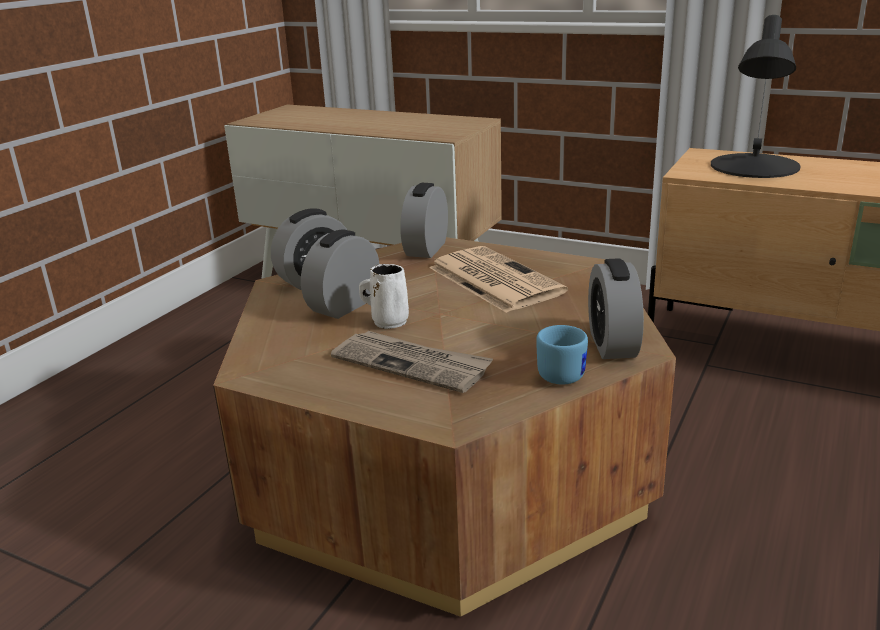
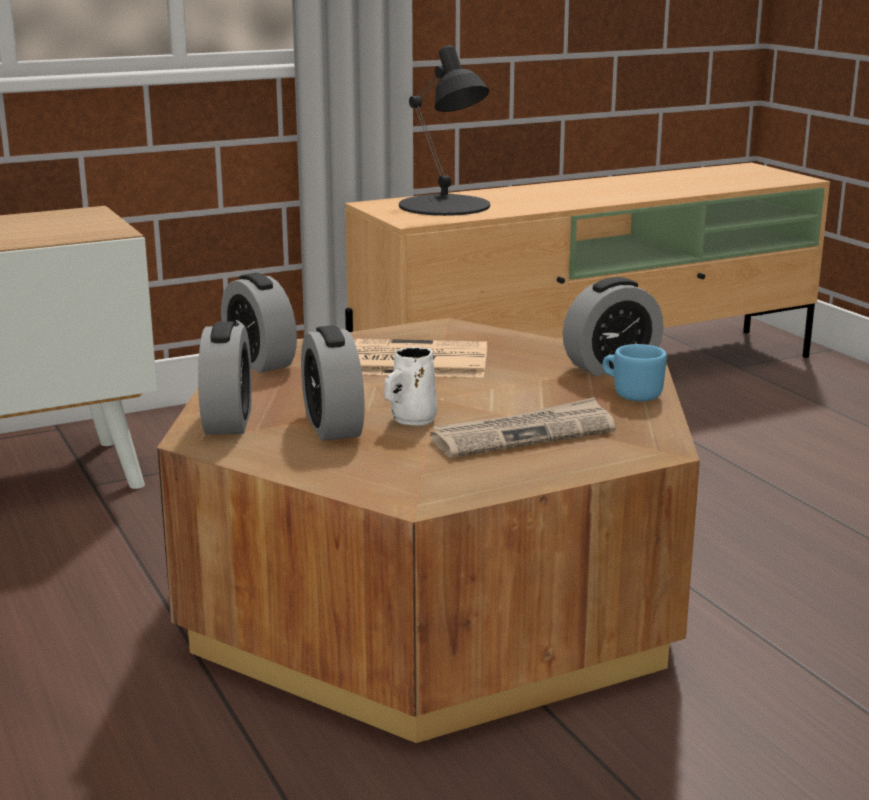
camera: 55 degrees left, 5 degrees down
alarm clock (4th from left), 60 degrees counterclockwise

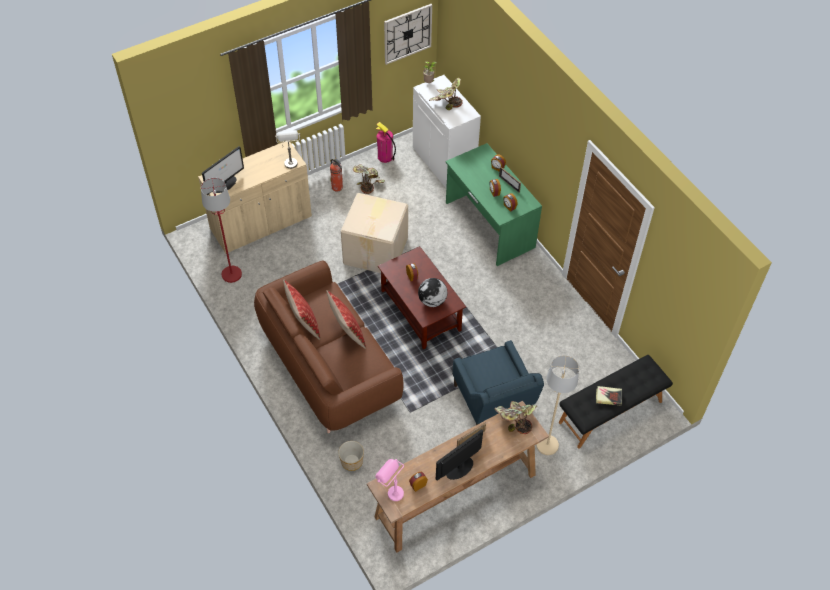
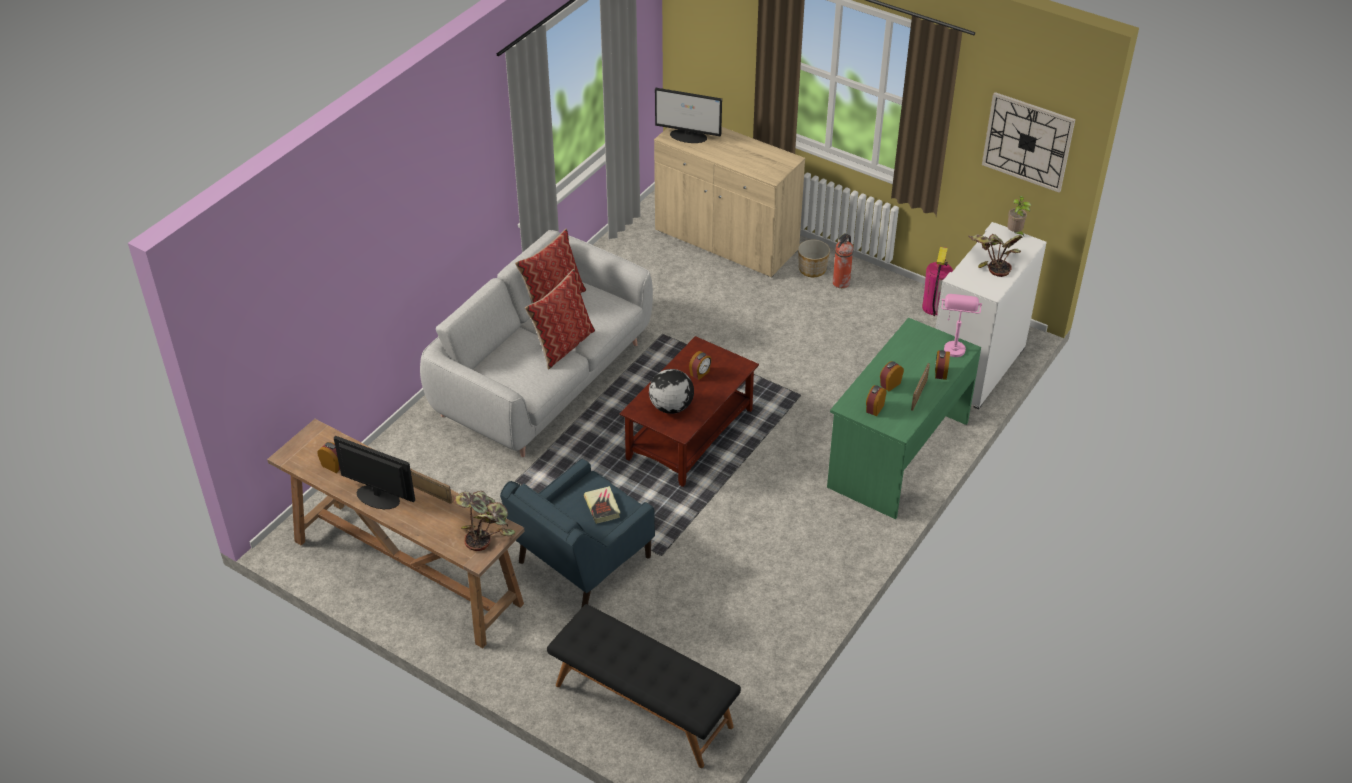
camera: 65 degrees right, 10 degrees down
red floor lamp => nothing
grey table lamp => nothing
cardboard box => nothing
potted plant (1st from left) => nothing
beige floor lamp => nothing
planter, moved
pink table lamp, moved
book, moved
brown sofa => grey sofa

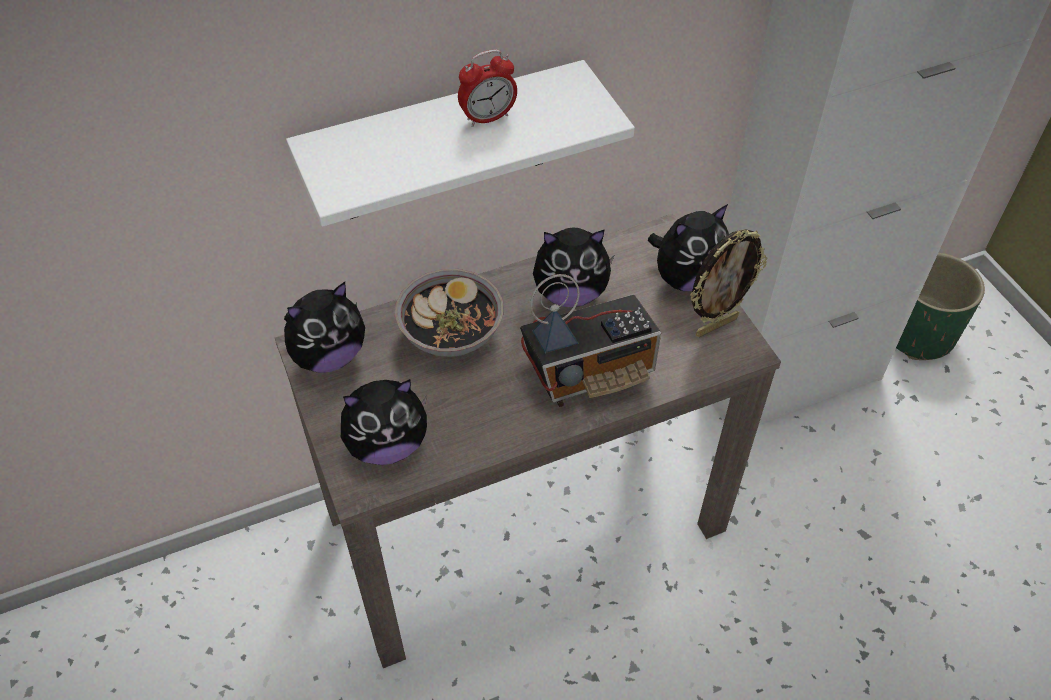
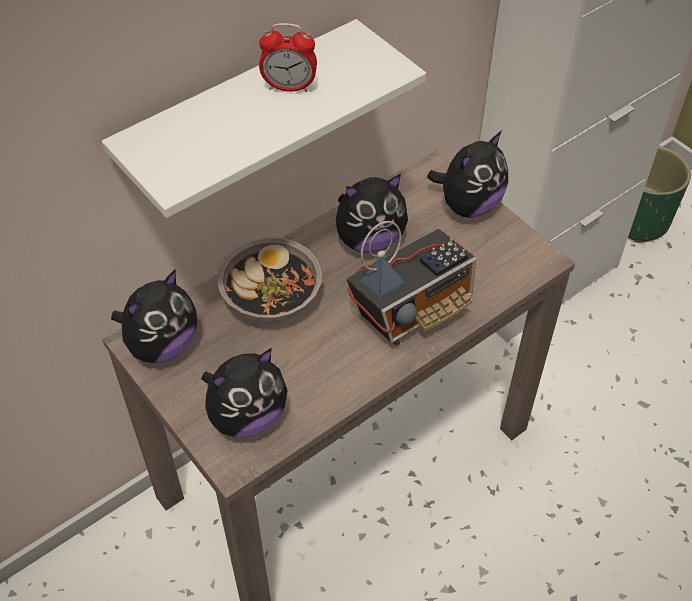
camera: 15 degrees left, 0 degrees up
picture frame => nothing
alarm clock, 45 degrees clockwise

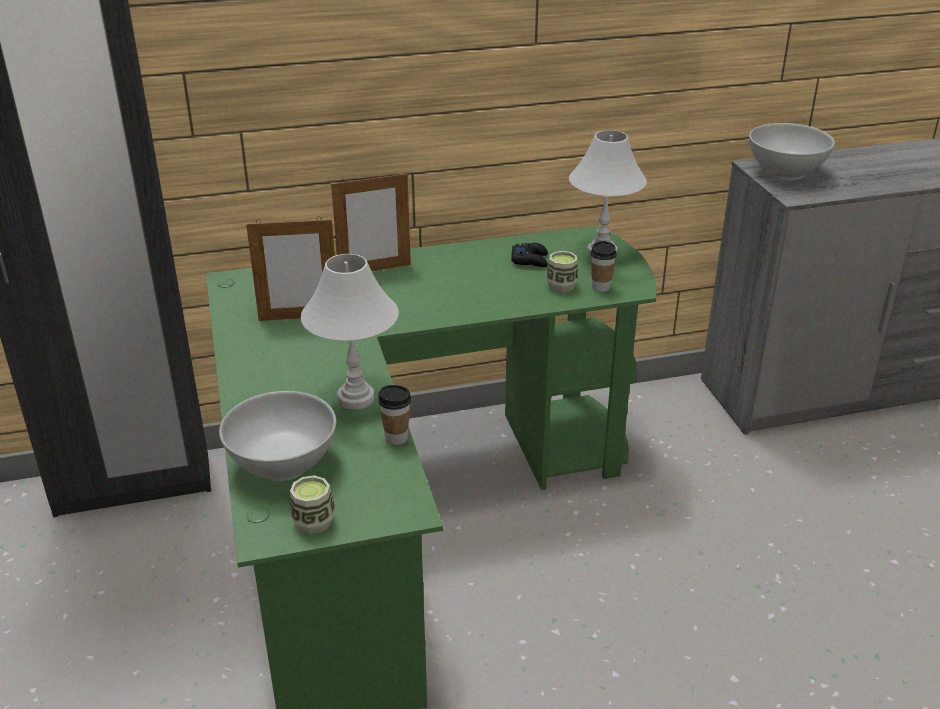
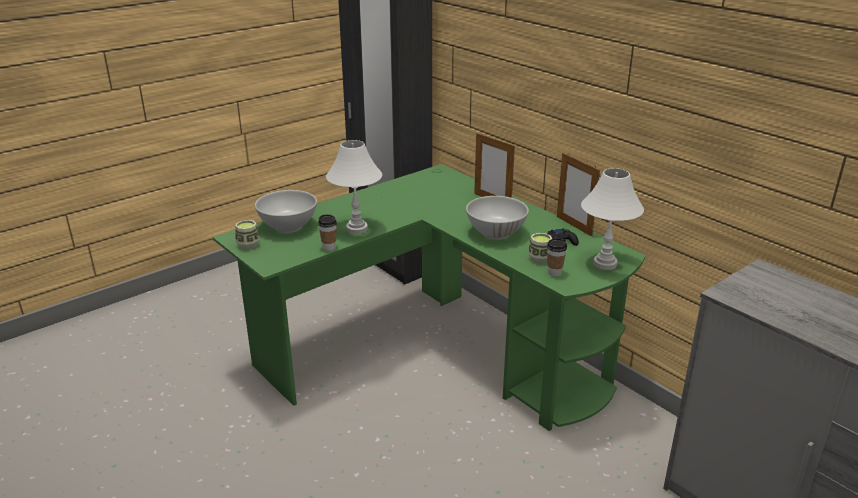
camera: 65 degrees right, 5 degrees down
picture frame (1st from left in the first image) => picture frame (2nd from left), moved
white bowl (2nd from left), moved

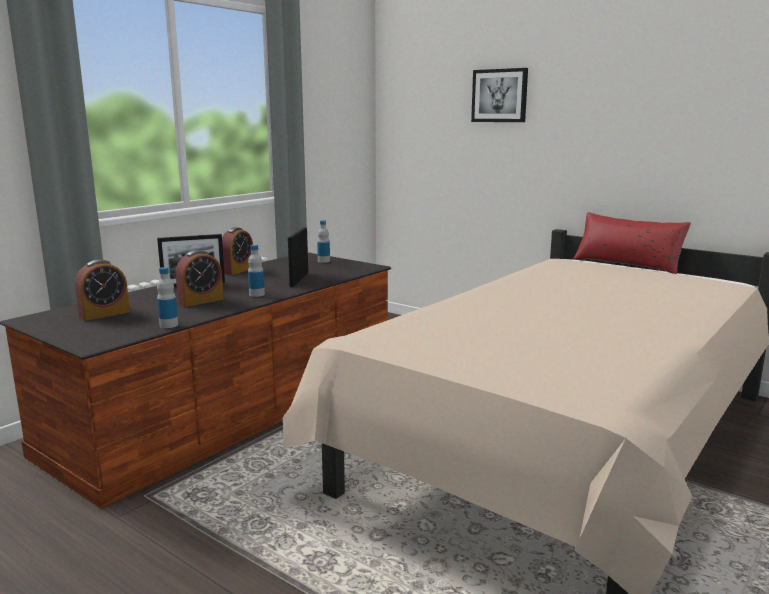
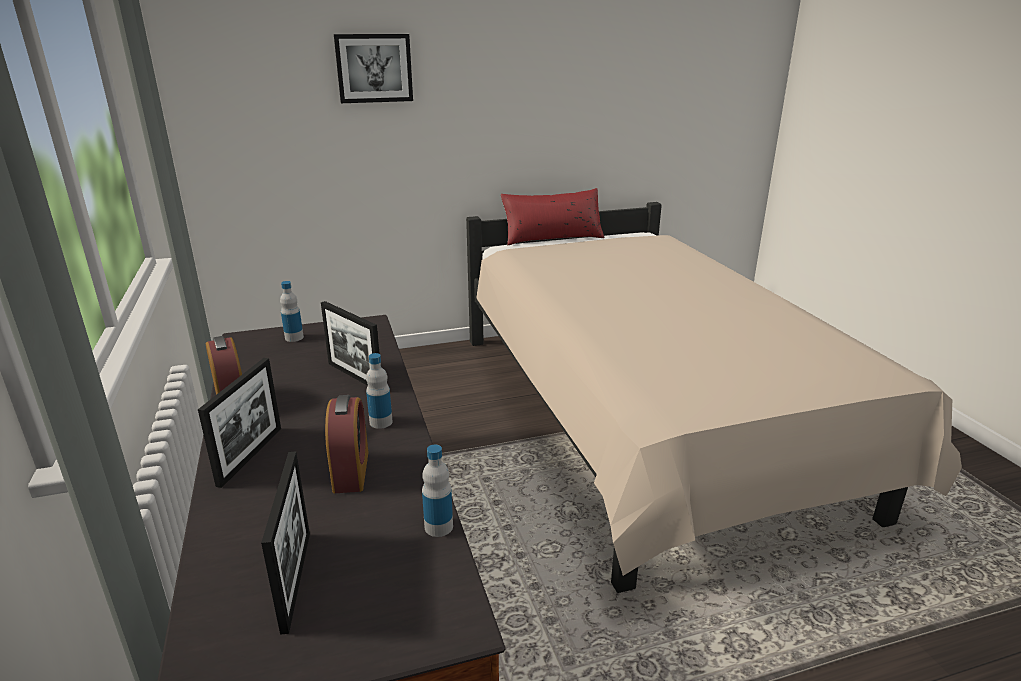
camera: 55 degrees left, 10 degrees up
alarm clock (1st from left) => picture frame (2nd from left)

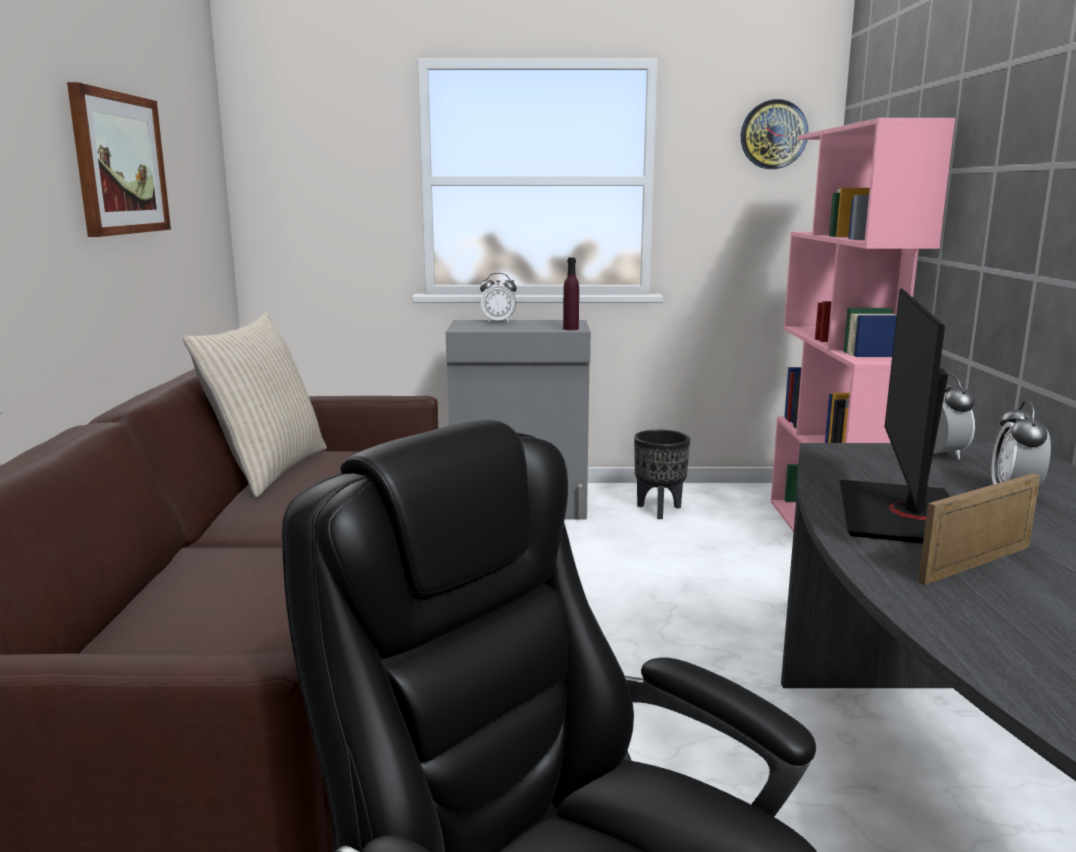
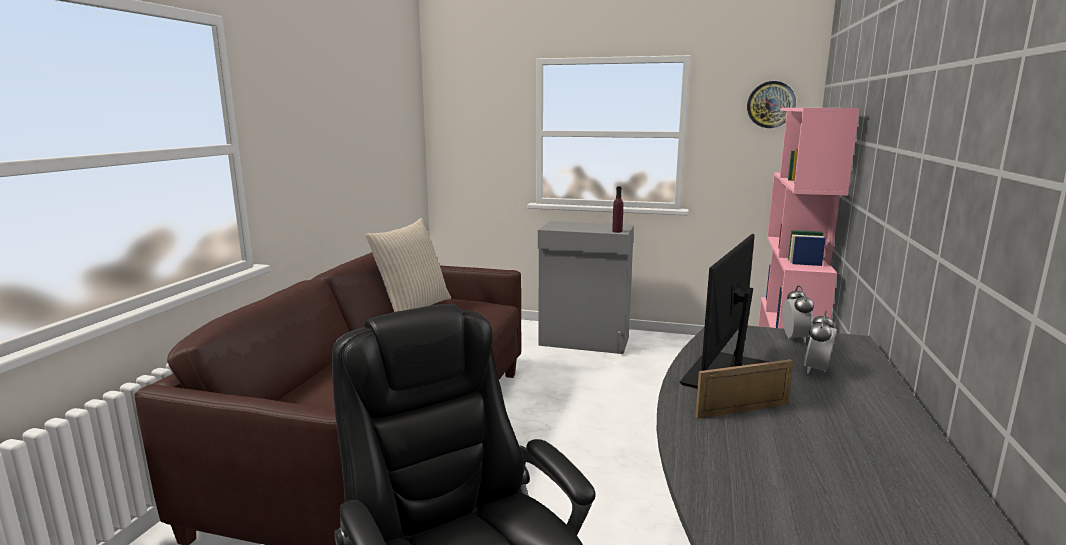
camera: 15 degrees right, 0 degrees up
picture => nothing
alarm clock (1st from left) => nothing
black planter => nothing

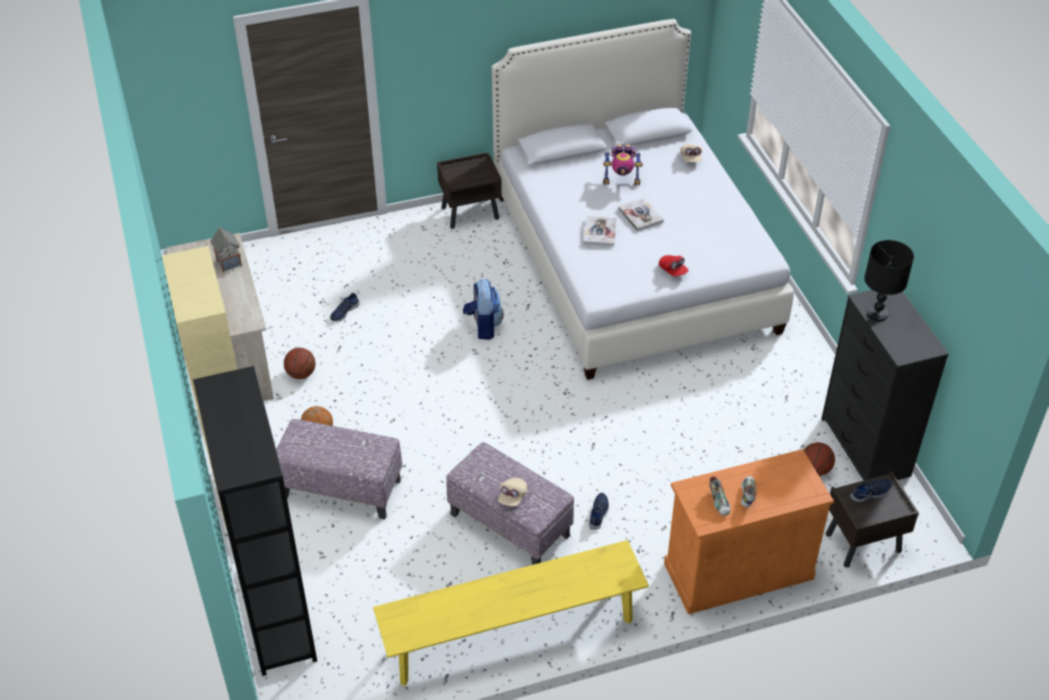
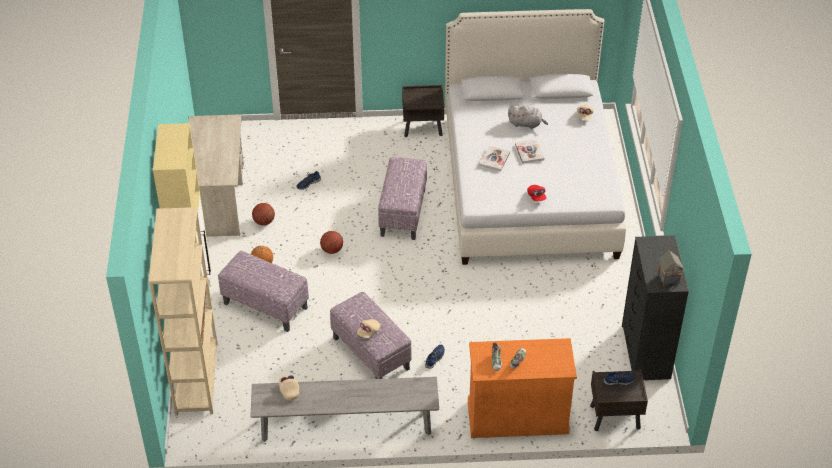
camera: 15 degrees right, 0 degrees up
black table lamp => nothing
nothing => beige cap (1st from left)
toy house, moved
basketball (3rd from left), moved
backpack => ottoman (3rd from left)
toy robot => grey plush toy
black bookcase => beige bookcase
yellow bench => grey bench

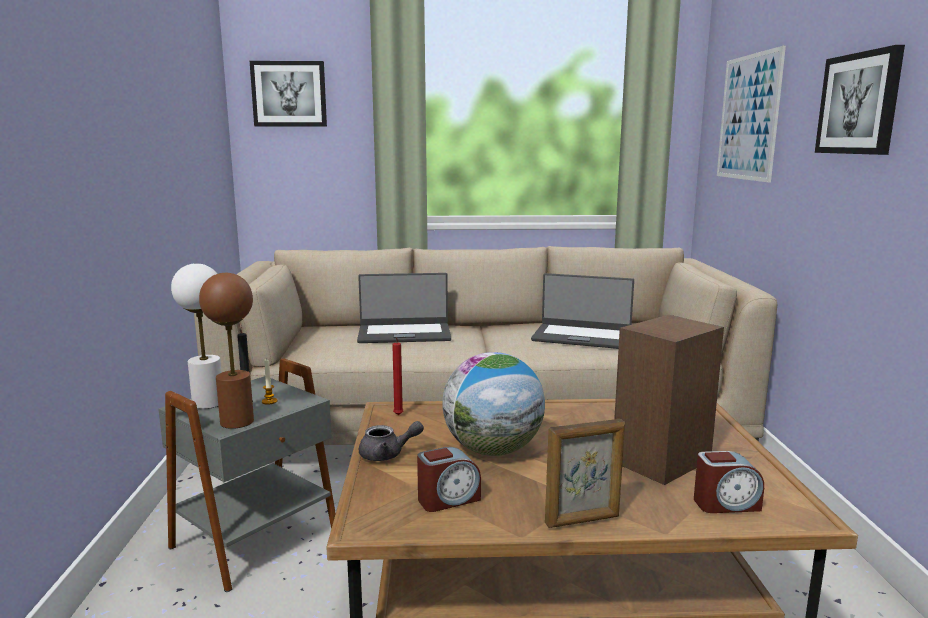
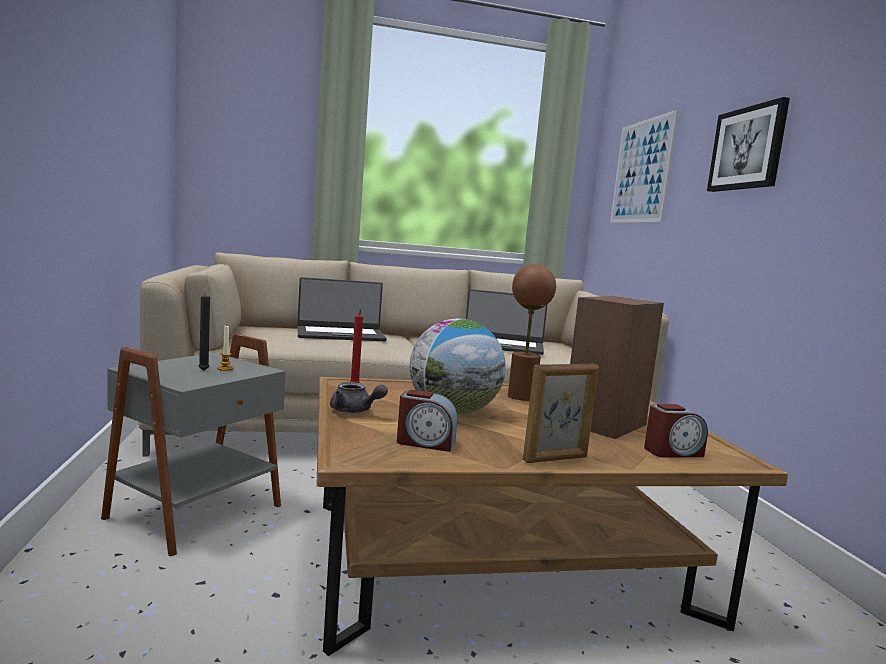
camera: 10 degrees left, 5 degrees down
white table lamp => nothing
picture (1st from left) => nothing
brown table lamp, moved
grey teapot, 45 degrees clockwise
alarm clock (1st from left), 45 degrees clockwise

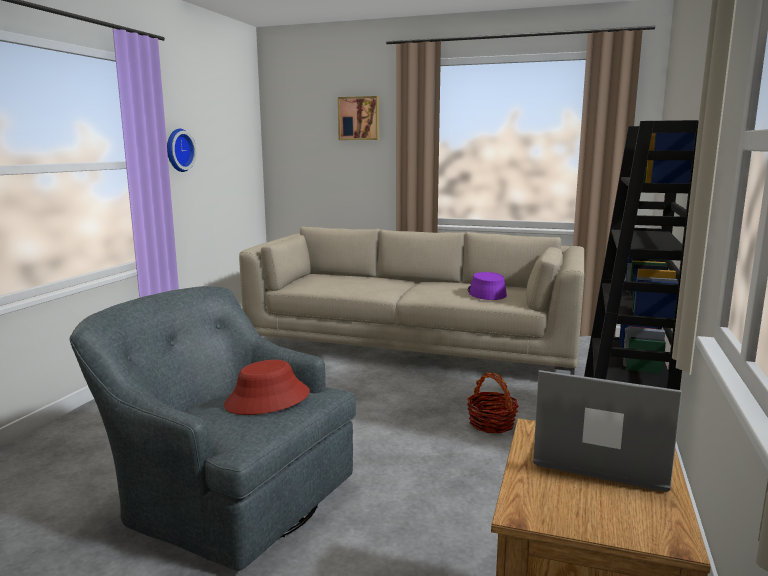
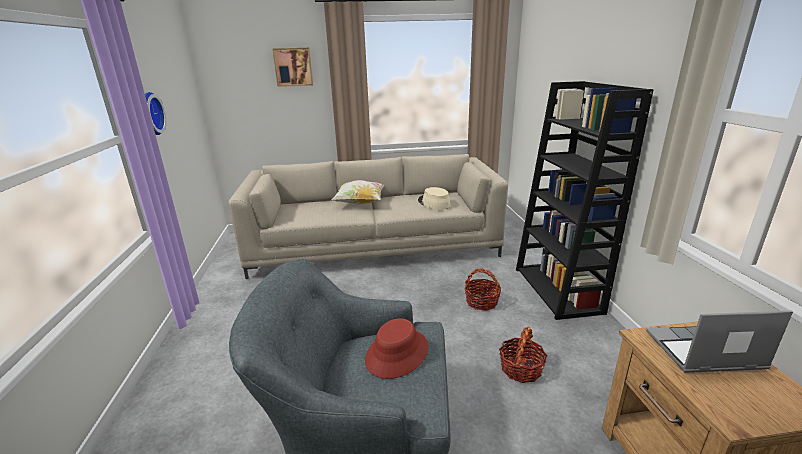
camera: 25 degrees left, 10 degrees up
nothing => pillow
nothing => basket (2nd from left)
purple hat => beige hat

